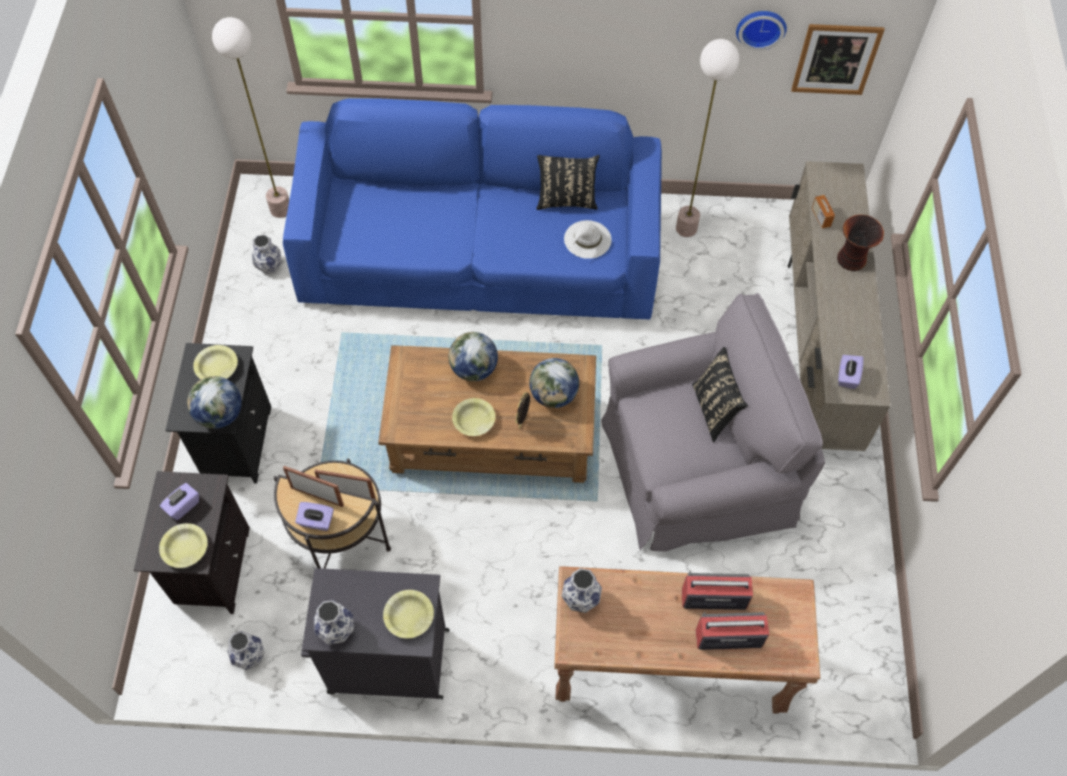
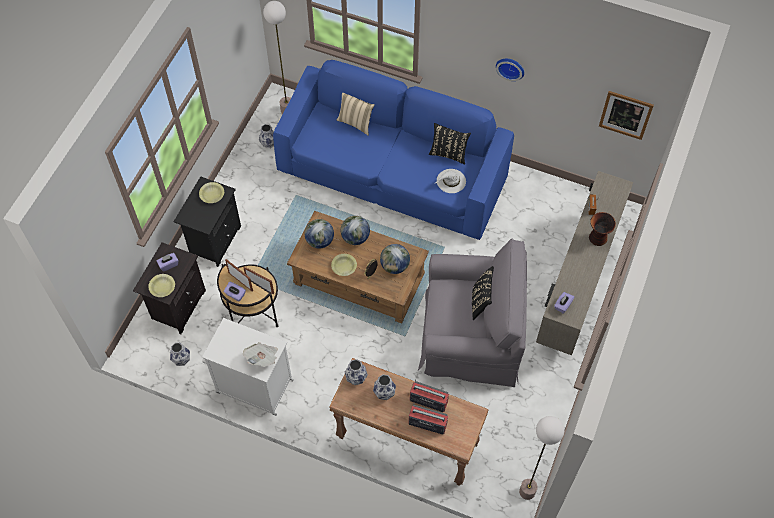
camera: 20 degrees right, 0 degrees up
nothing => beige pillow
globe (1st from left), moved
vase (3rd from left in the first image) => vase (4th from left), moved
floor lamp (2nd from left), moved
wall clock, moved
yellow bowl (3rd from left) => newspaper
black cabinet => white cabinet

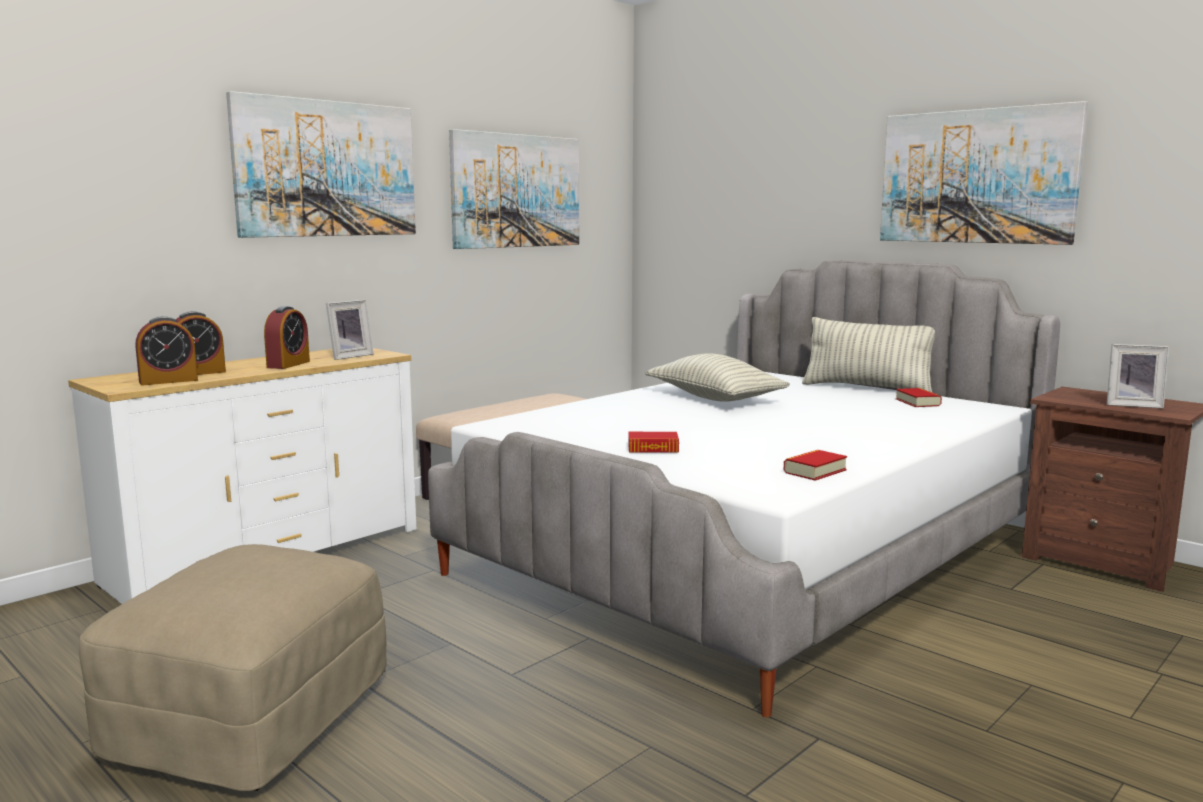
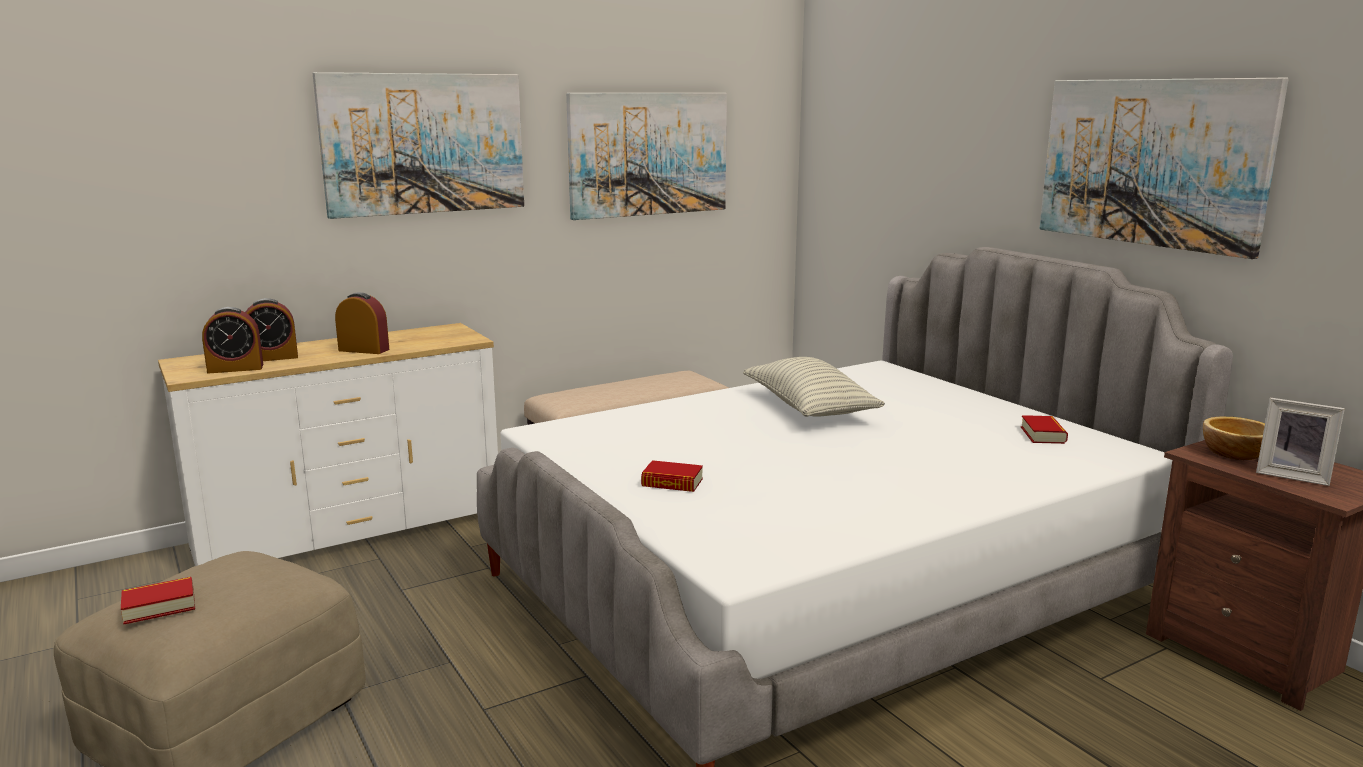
camera: 15 degrees right, 5 degrees up
picture frame (1st from left) => nothing
pillow (2nd from left) => nothing
nothing => bowl
book (2nd from left in the first image) => book (1st from left), moved
alarm clock (3rd from left), 105 degrees counterclockwise

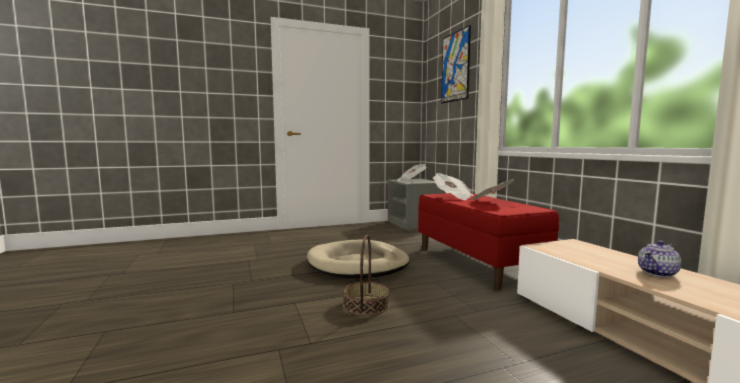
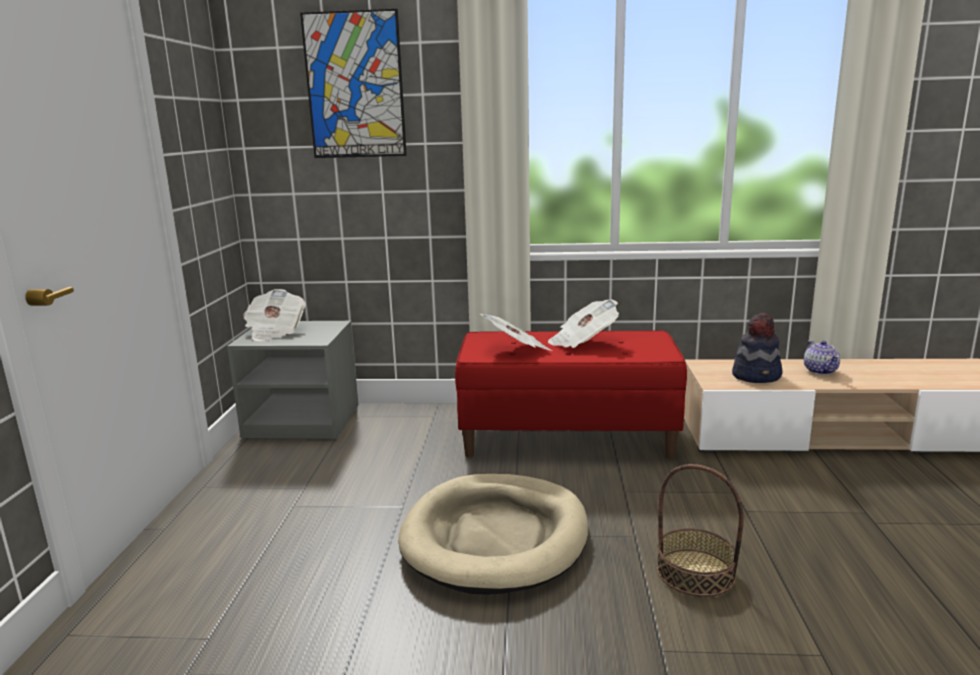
camera: 65 degrees left, 10 degrees up
nothing => hat

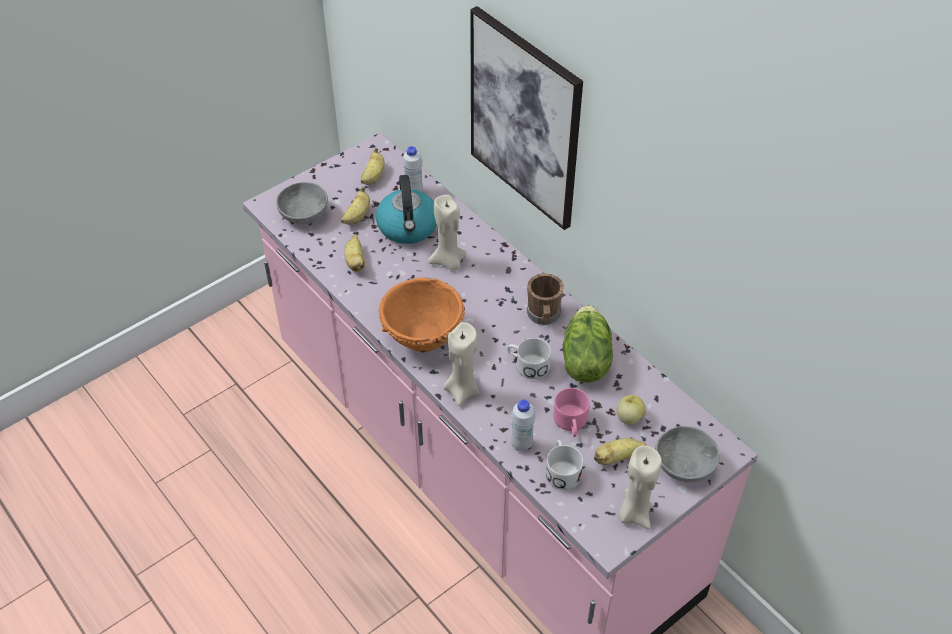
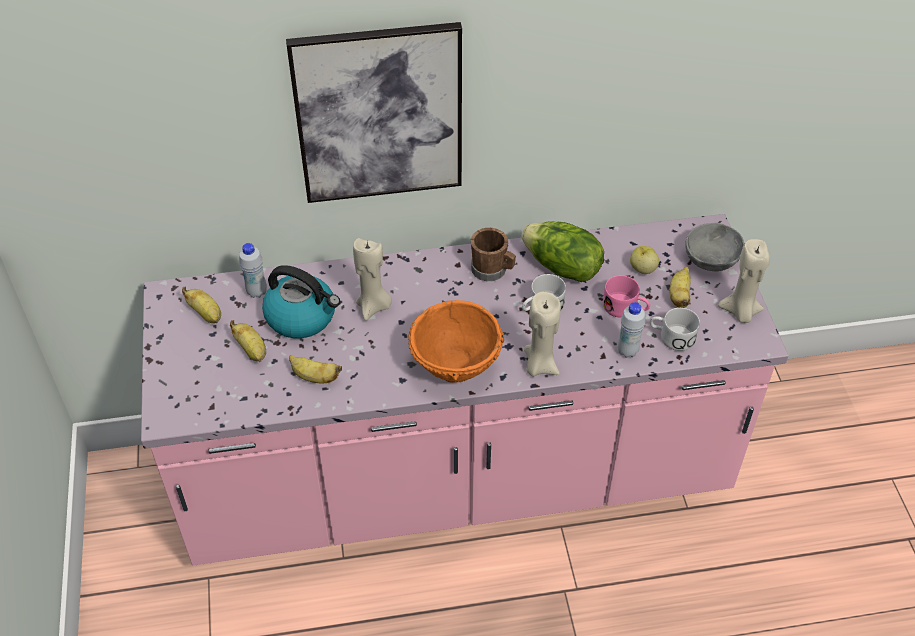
camera: 60 degrees left, 0 degrees up
grey bowl (1st from left) => nothing

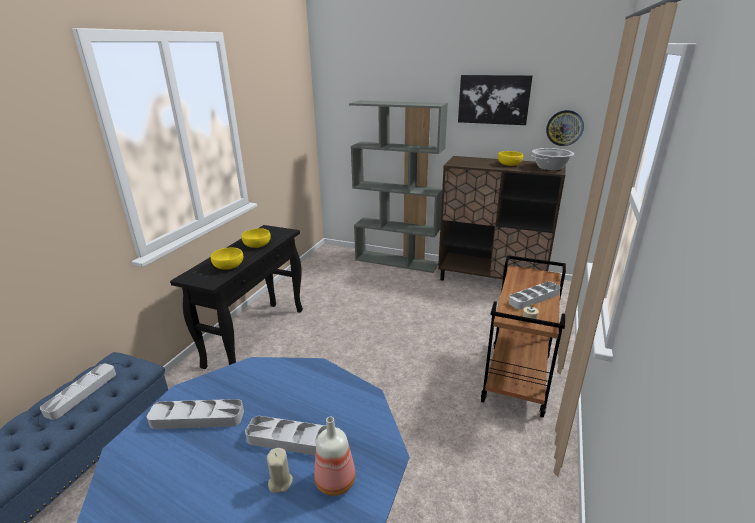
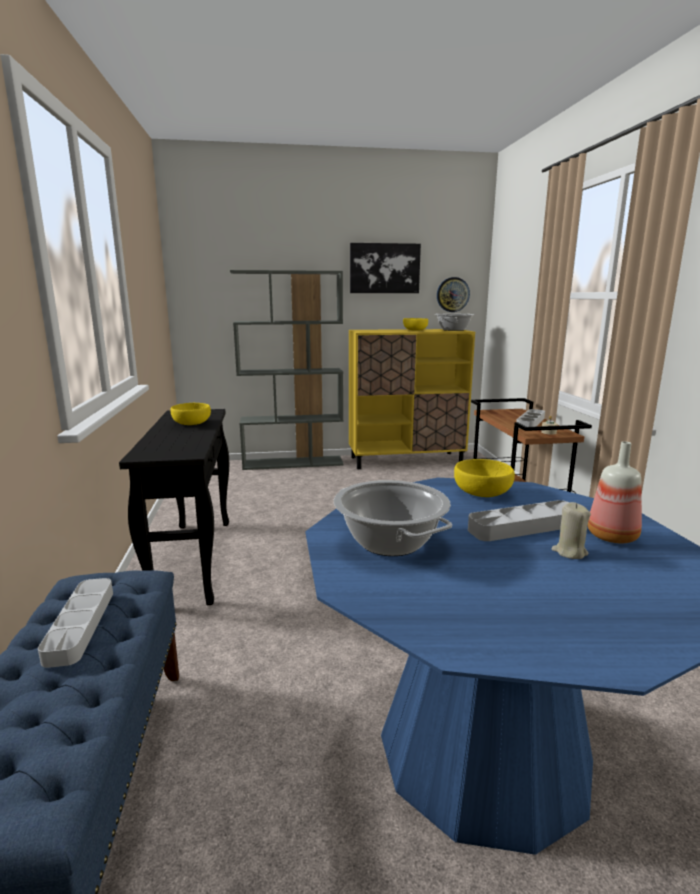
camera: 30 degrees left, 10 degrees down
yellow bowl (1st from left in the first image) => yellow bowl (3rd from left), moved
grey tray (2nd from left) => cooking pot (1st from left)
brown cabinet => yellow cabinet

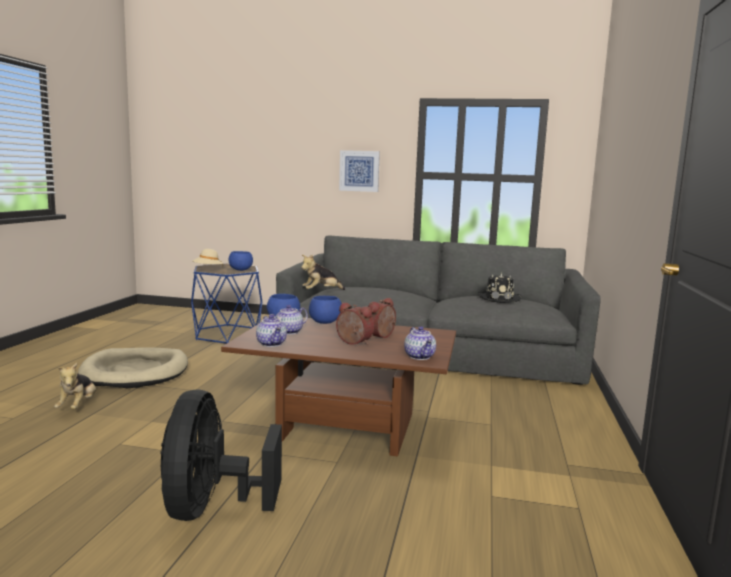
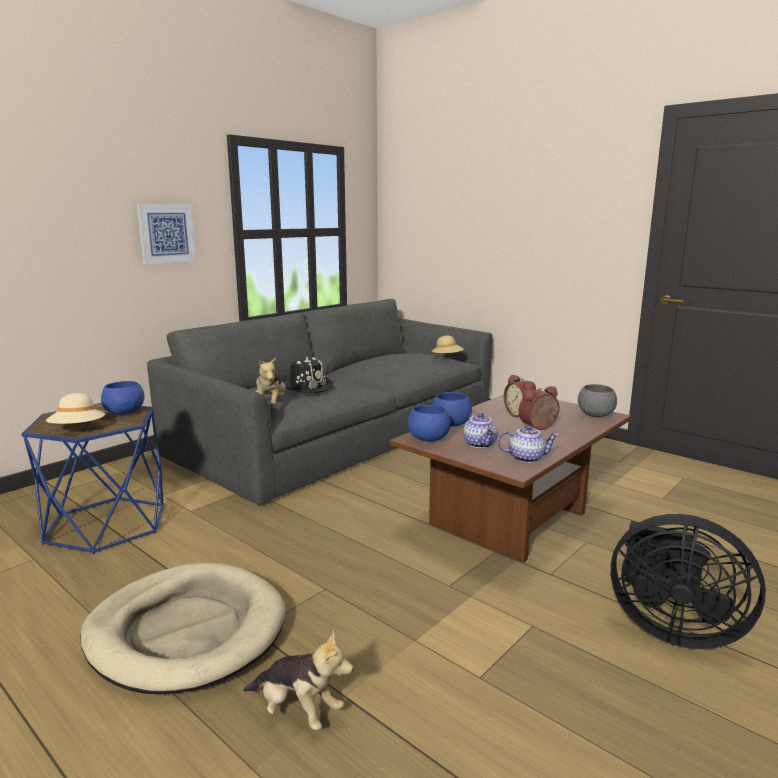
camera: 60 degrees left, 5 degrees up
nothing => beige hat (2nd from left)
black hat, moved
teapot (3rd from left) => grey bowl

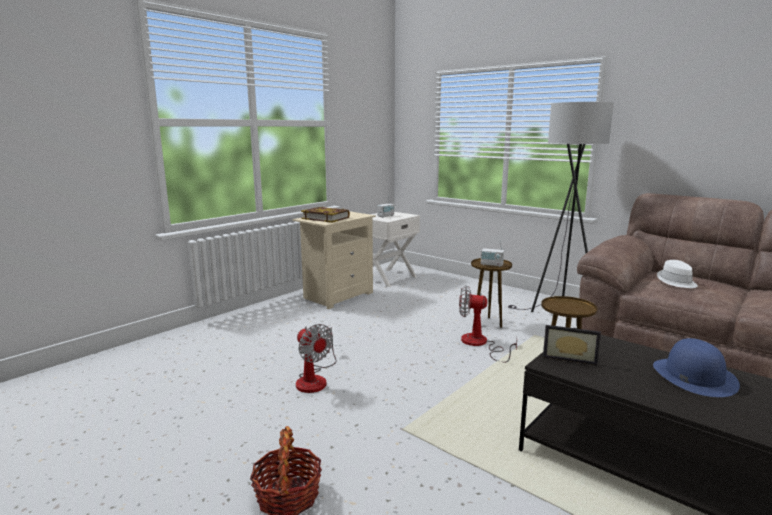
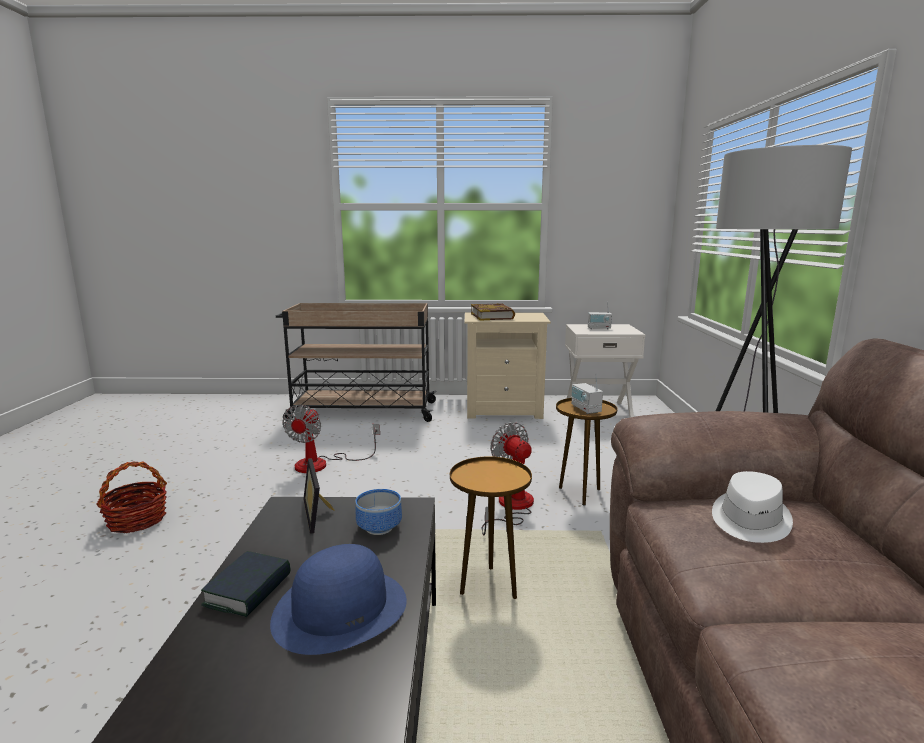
camera: 50 degrees right, 0 degrees up
nothing => book (1st from left)
nothing => beige cart
nothing => bowl

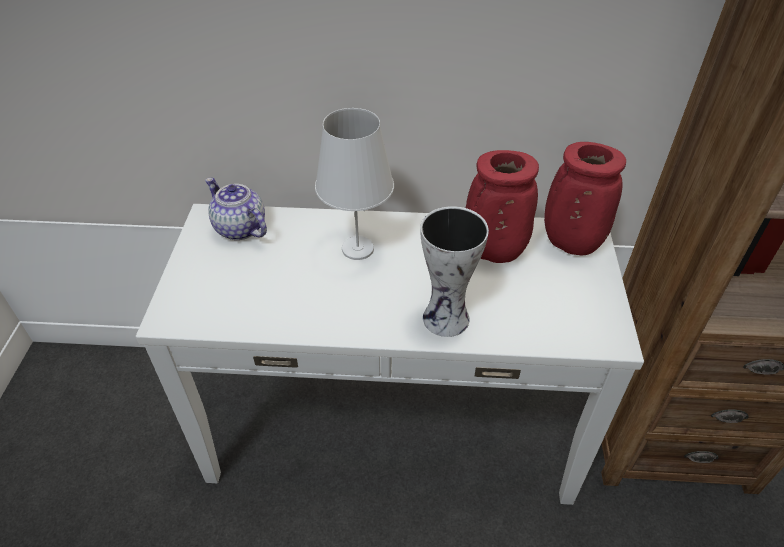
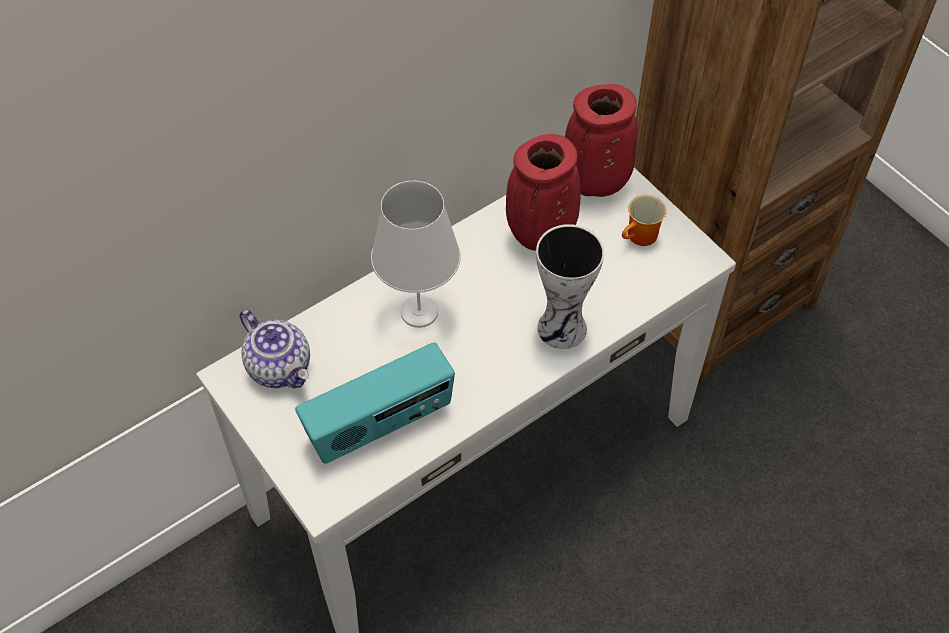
camera: 40 degrees left, 10 degrees up
nothing => radio
nothing => mug
teapot, 135 degrees counterclockwise

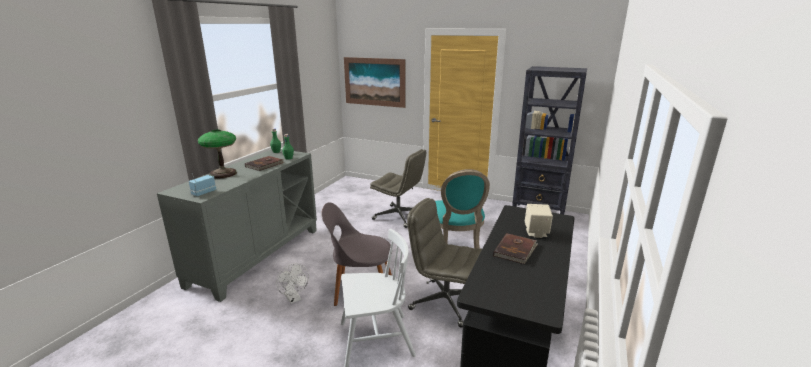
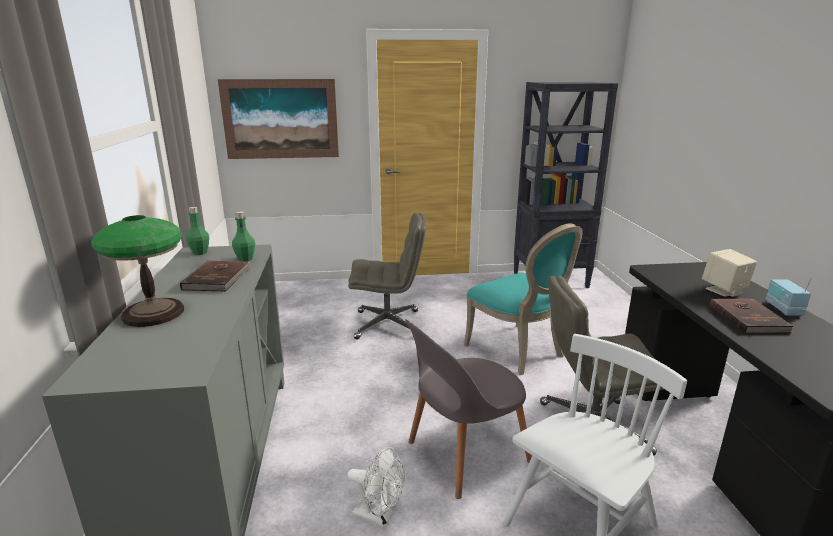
camera: 30 degrees left, 0 degrees up
radio, moved

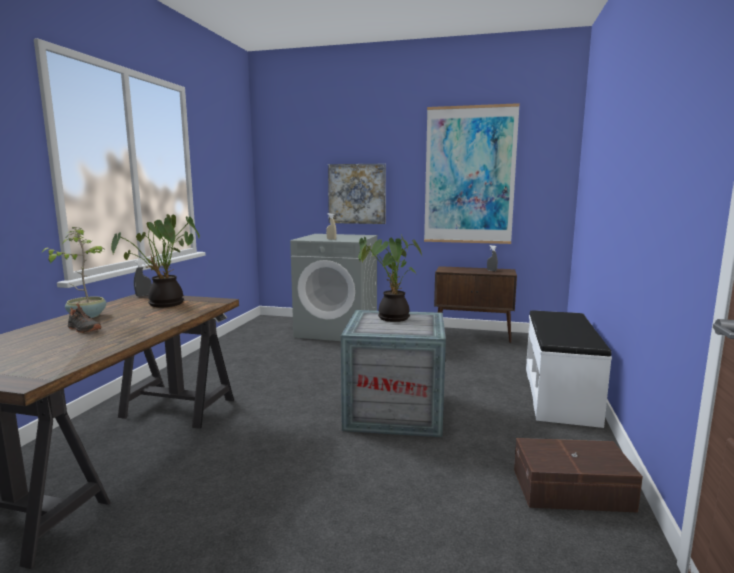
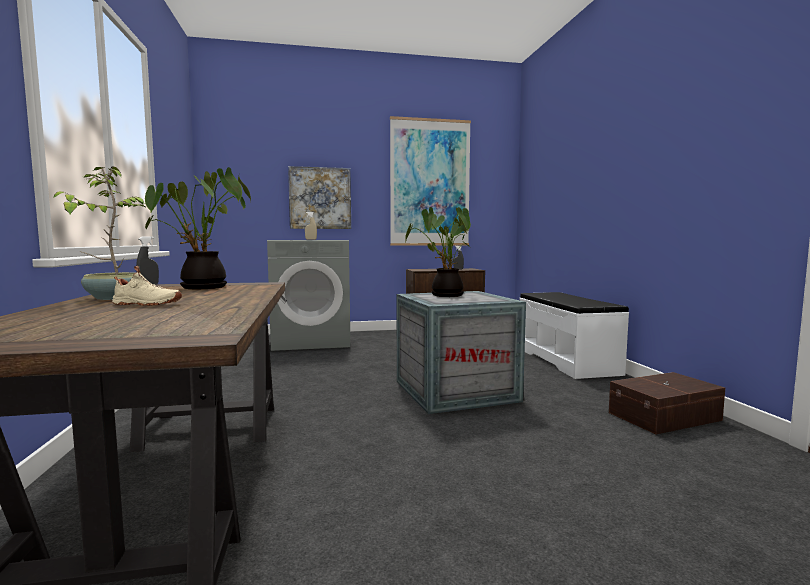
camera: 25 degrees left, 5 degrees down
black shoe => beige shoe

